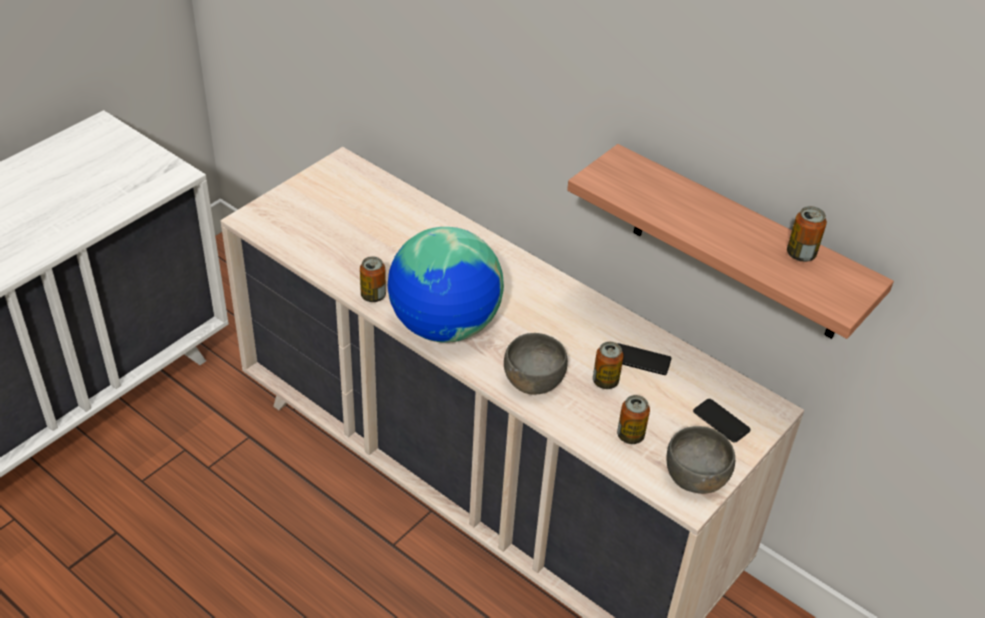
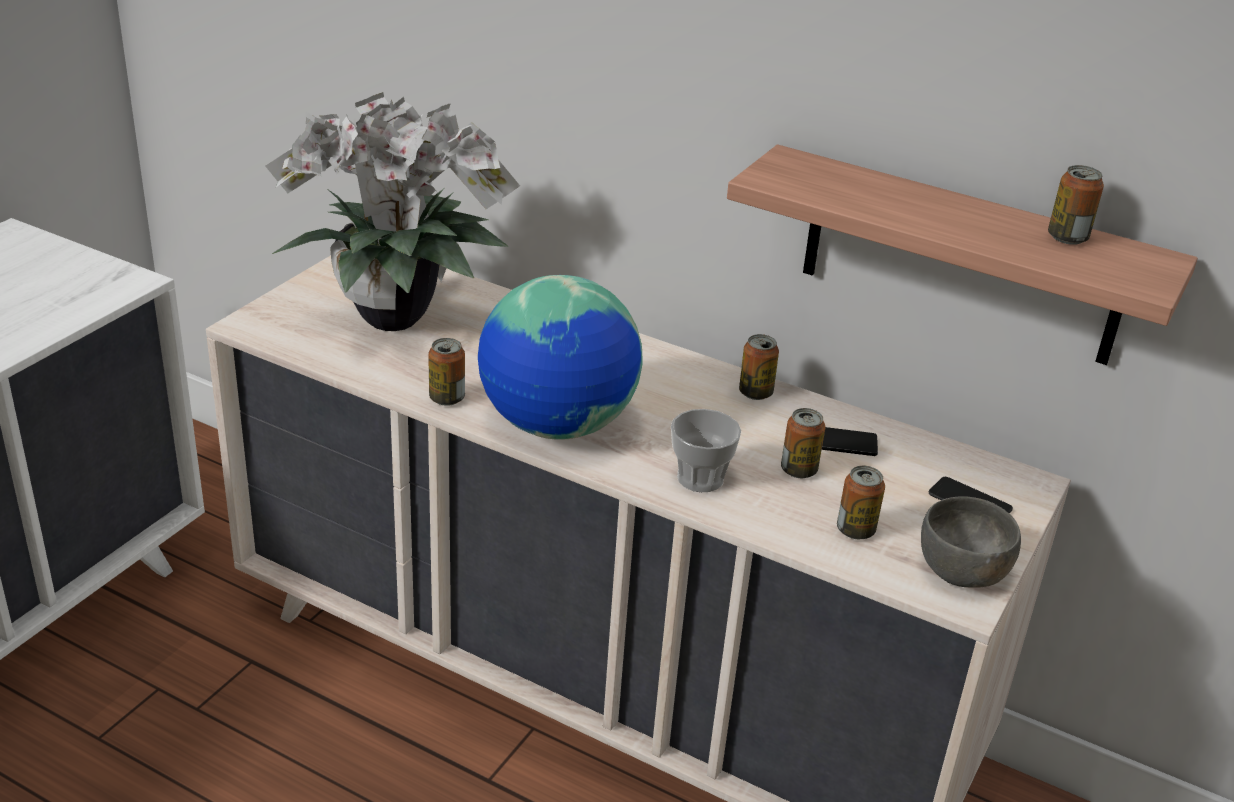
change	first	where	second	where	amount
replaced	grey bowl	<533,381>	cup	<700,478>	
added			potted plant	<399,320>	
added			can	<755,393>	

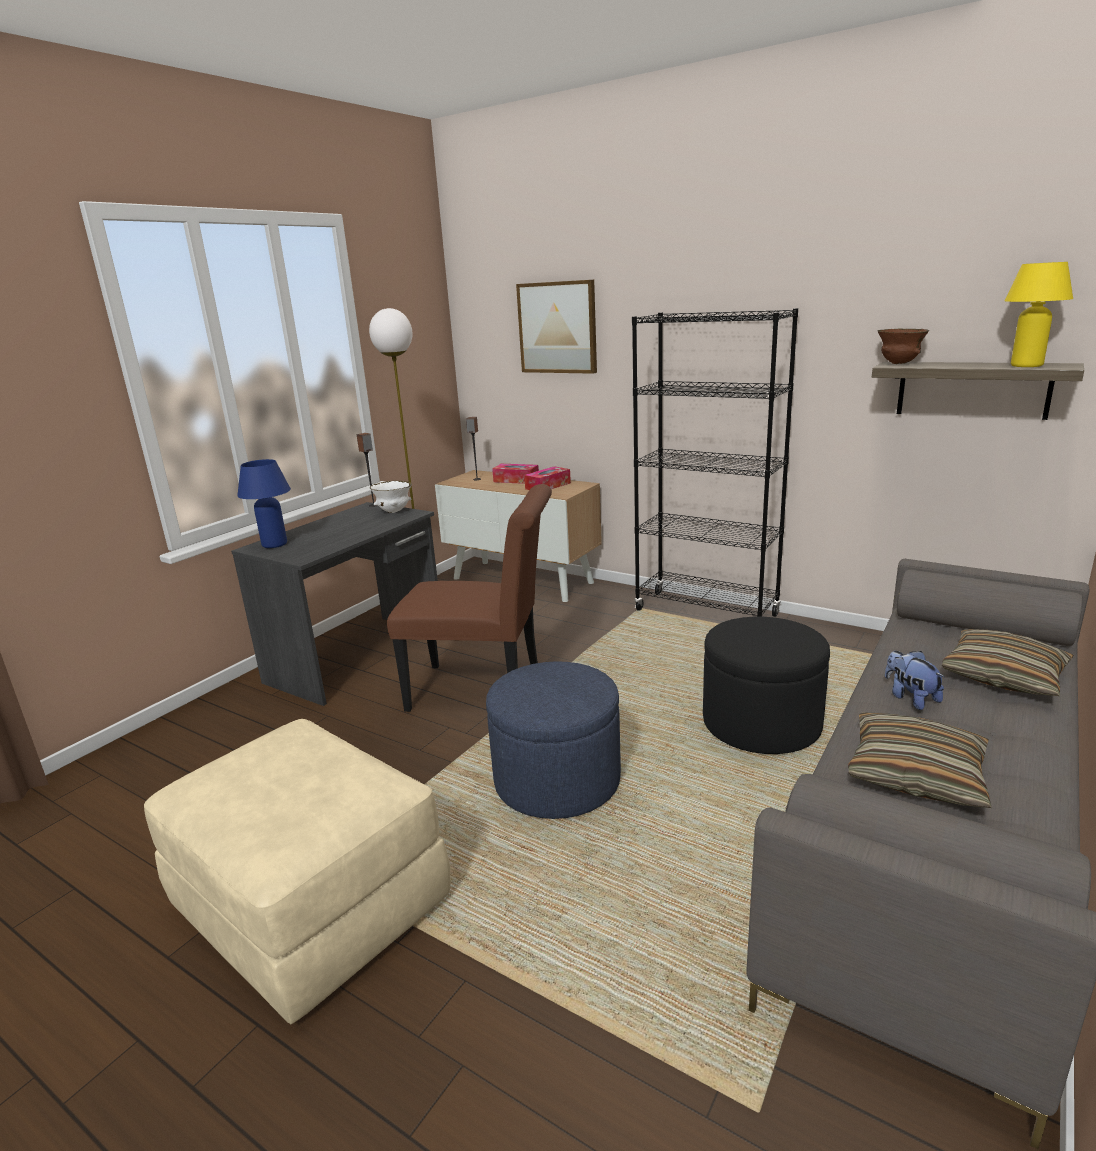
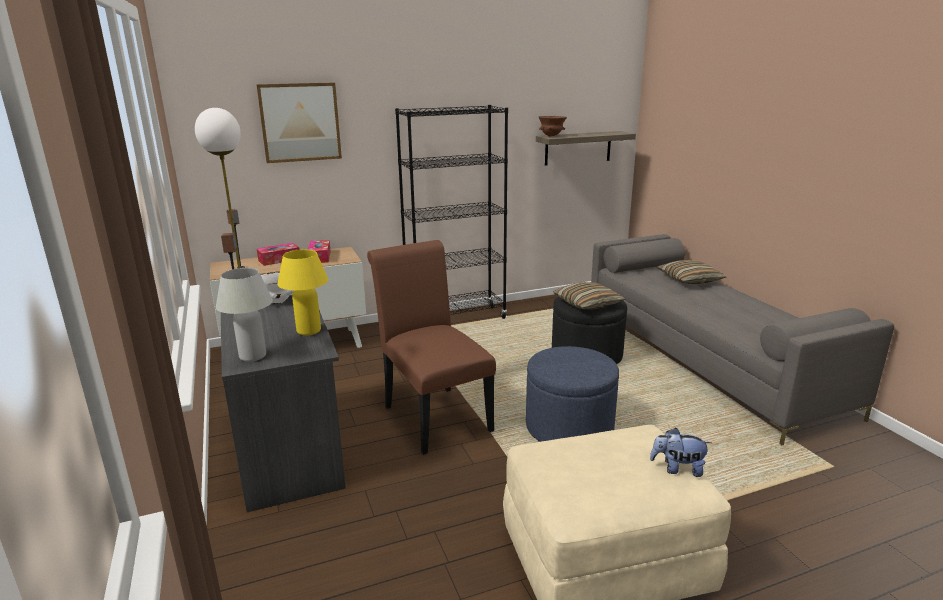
change	first	where	second	where	amount
moved	yellow table lamp	<1026,365>		<308,331>	
recoloured	blue table lamp	<274,544>	white table lamp	<253,356>	
turned	brown chair	<485,690>		<433,415>	75 degrees counterclockwise
moved	plush toy	<910,698>		<677,469>	
moved	pillow	<916,773>		<587,304>	

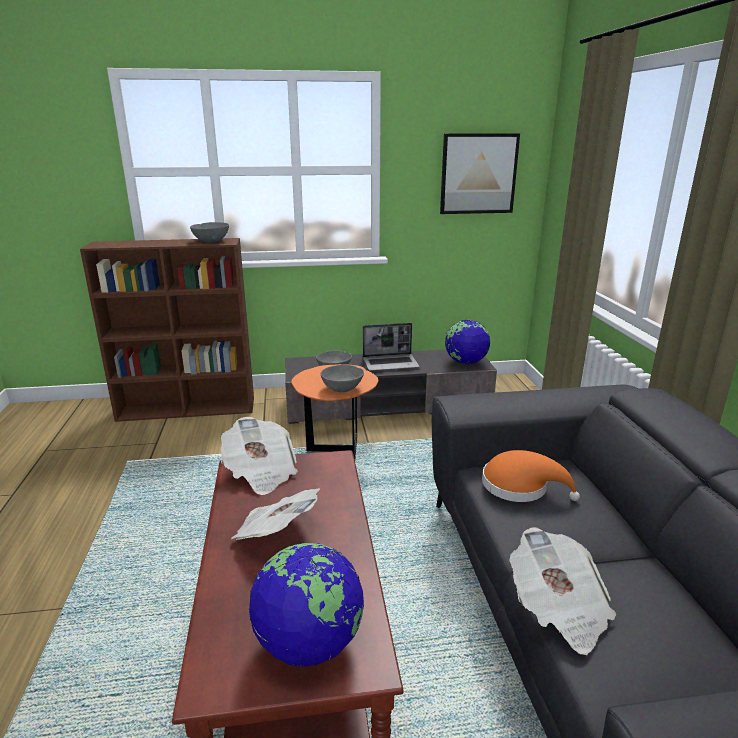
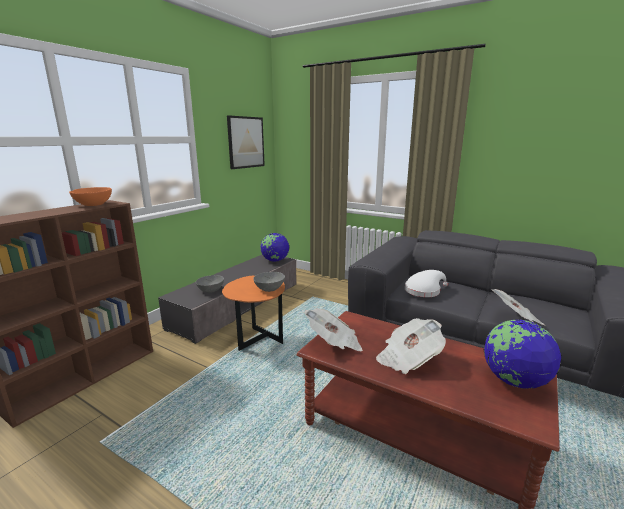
change	first	where	second	where	amount
recoloured	grey bowl	<211,241>	orange bowl	<93,205>	
removed	laptop	<391,363>			
recoloured	orange hat	<520,486>	white hat	<424,290>	

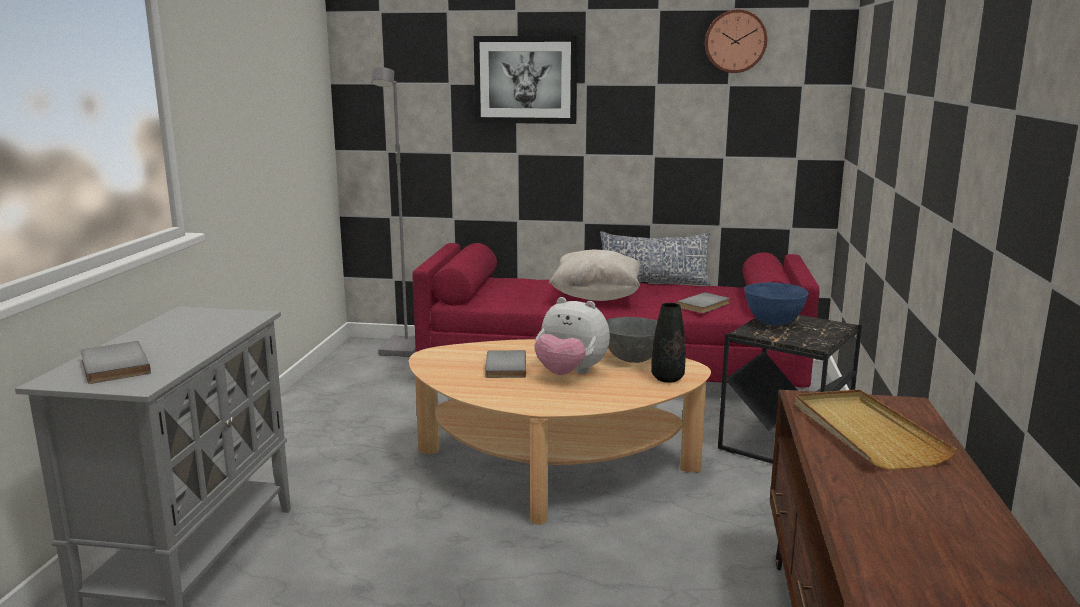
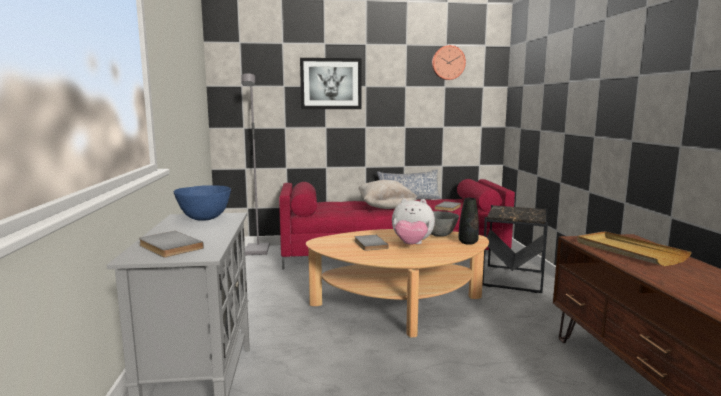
change	first	where	second	where	amount
moved	blue bowl	<773,322>		<205,219>	

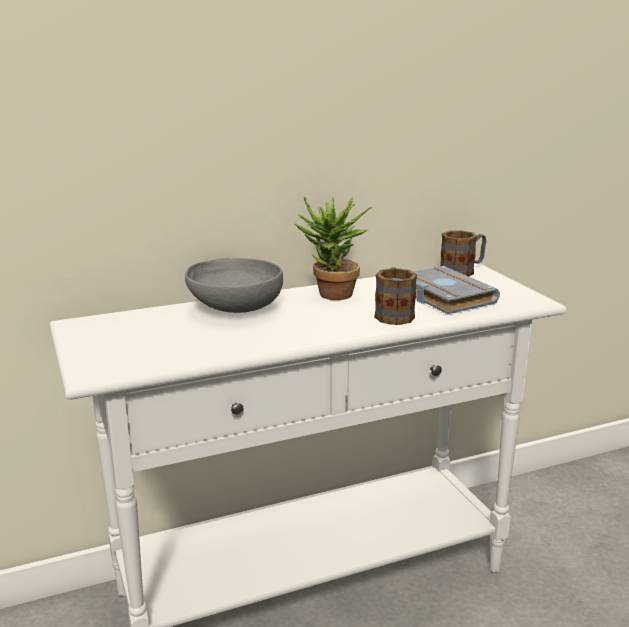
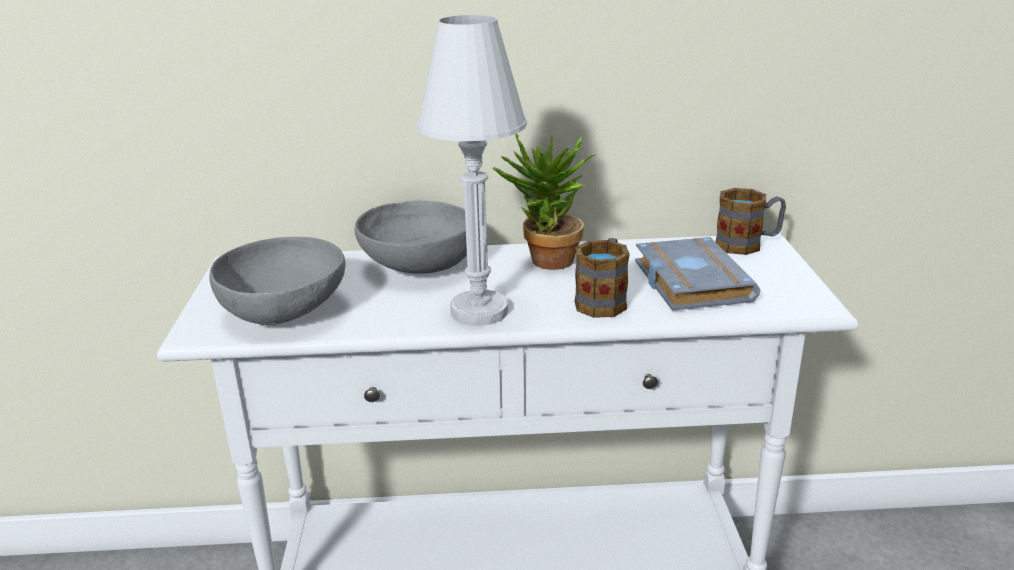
change	first	where	second	where	amount
added			white table lamp	<479,311>	
added			grey bowl	<286,312>	

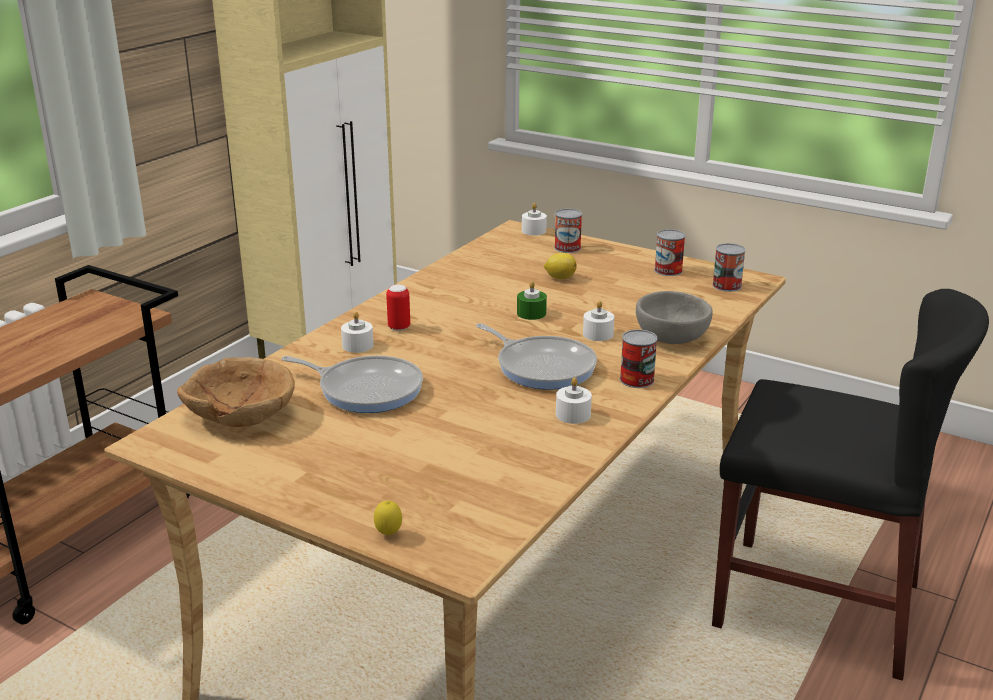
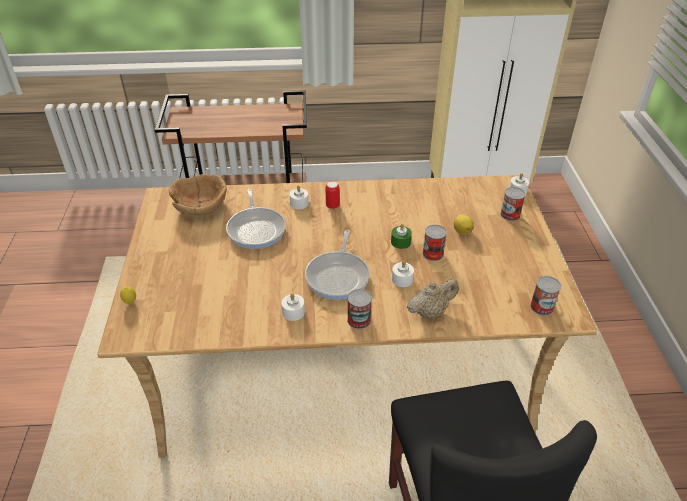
change	first	where	second	where	amount
moved	can	<668,270>		<433,253>	
replaced	grey bowl	<670,337>	beige teapot	<430,311>	

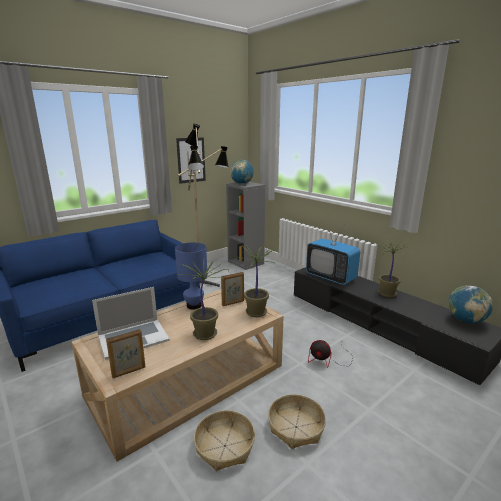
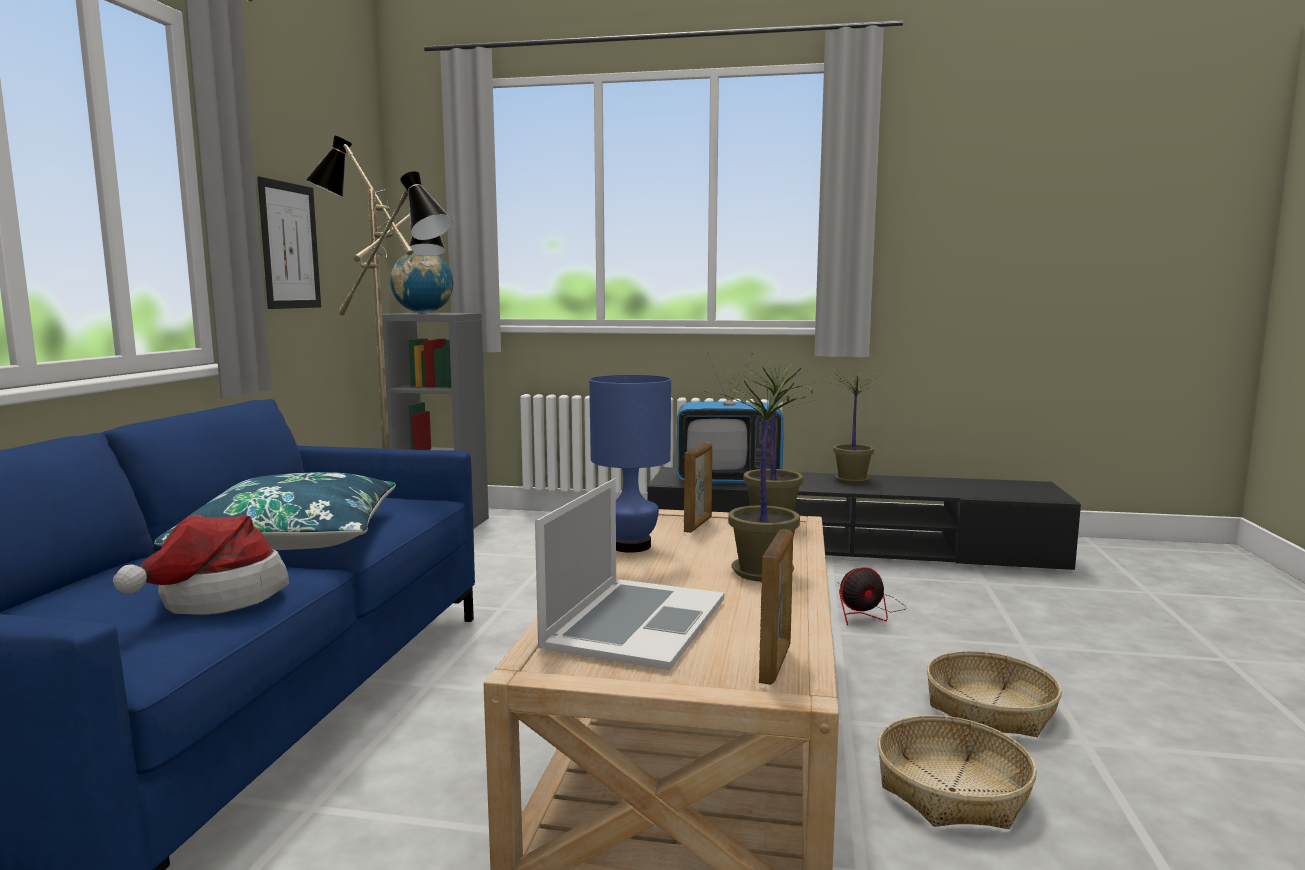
change	first	where	second	where	amount
removed	globe	<465,321>			
added			blue pillow	<292,538>	
added			hat	<214,598>	

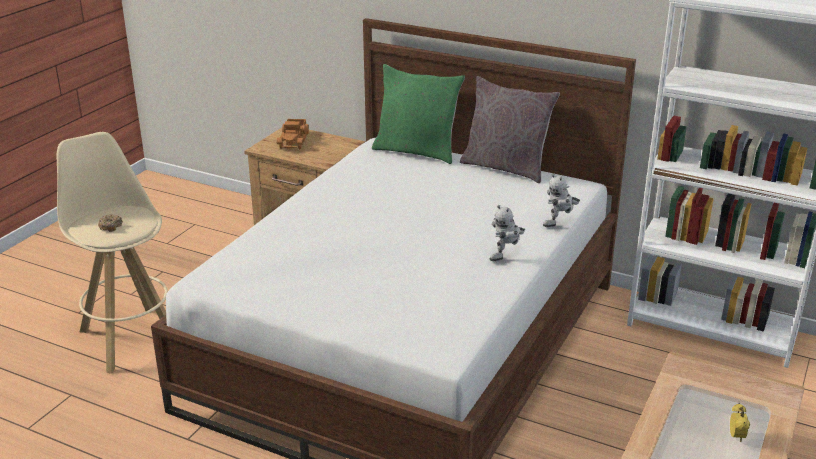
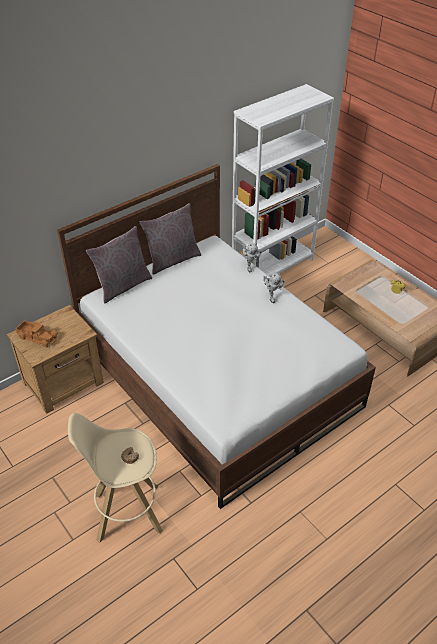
change	first	where	second	where	amount
recoloured	green pillow	<417,151>	grey pillow	<123,286>	

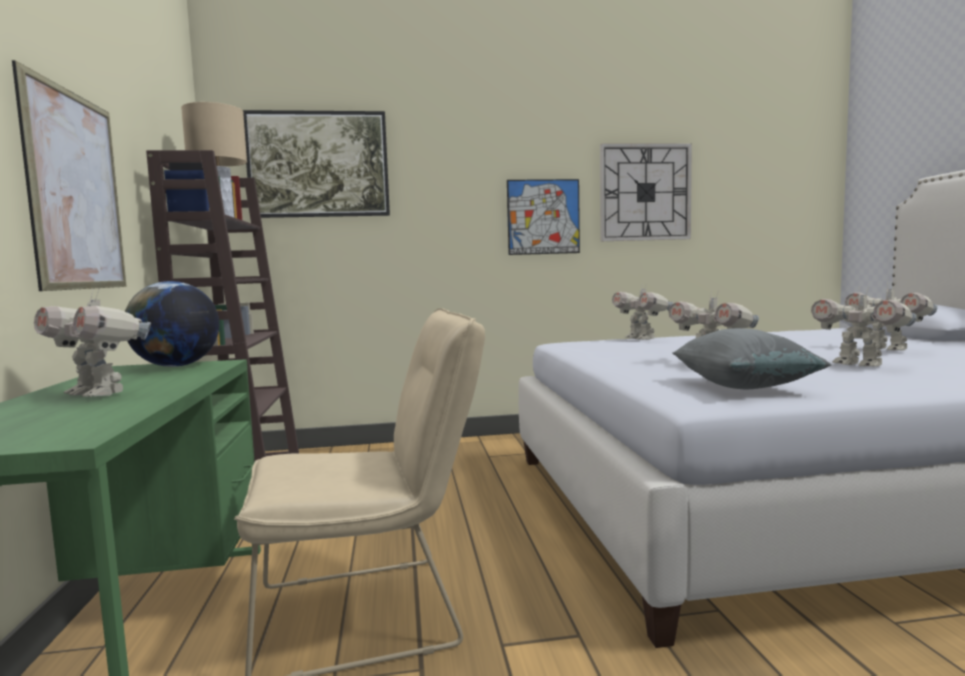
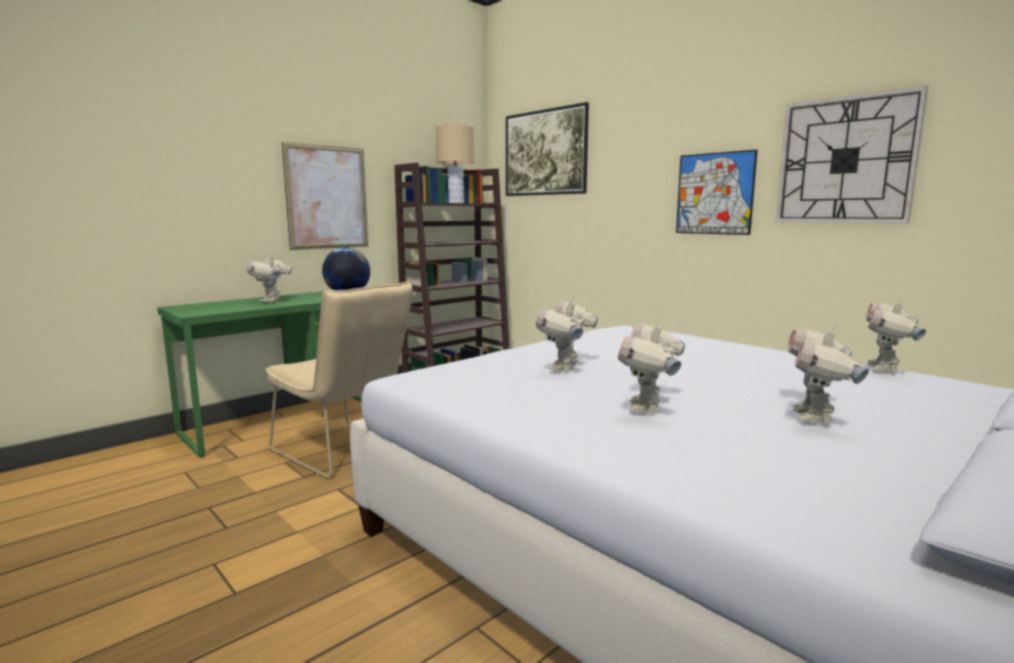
change	first	where	second	where	amount
moved	toy robot	<641,339>		<885,369>	
removed	grey pillow	<743,387>			

